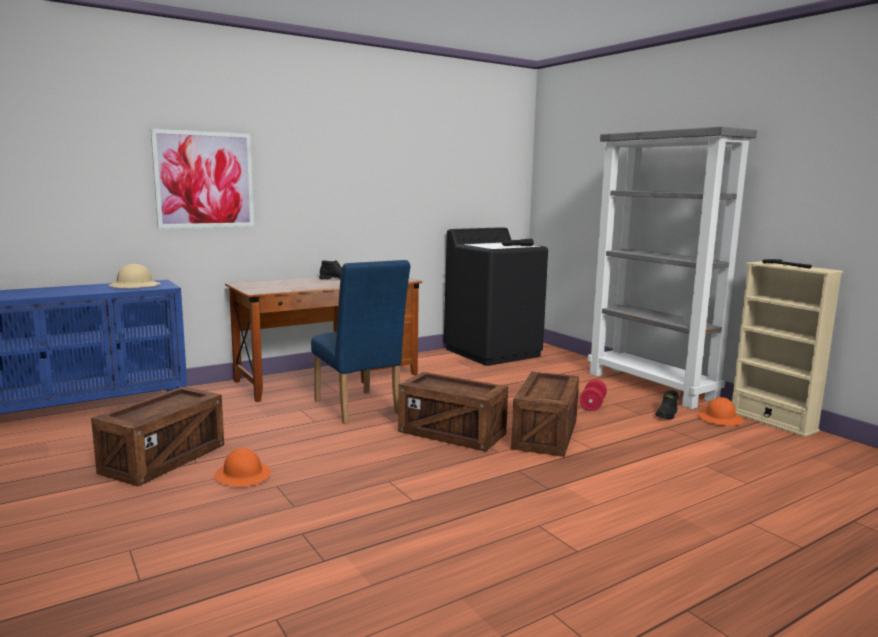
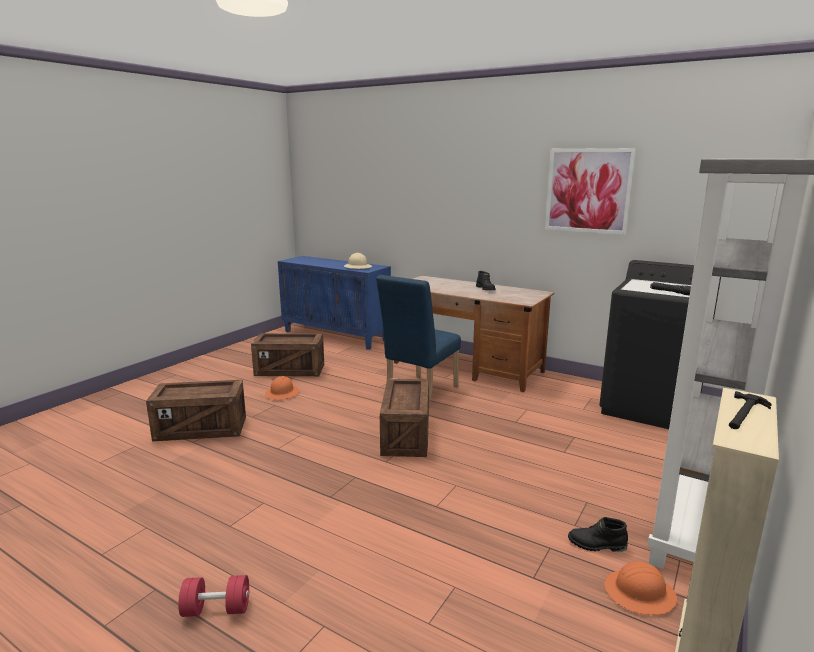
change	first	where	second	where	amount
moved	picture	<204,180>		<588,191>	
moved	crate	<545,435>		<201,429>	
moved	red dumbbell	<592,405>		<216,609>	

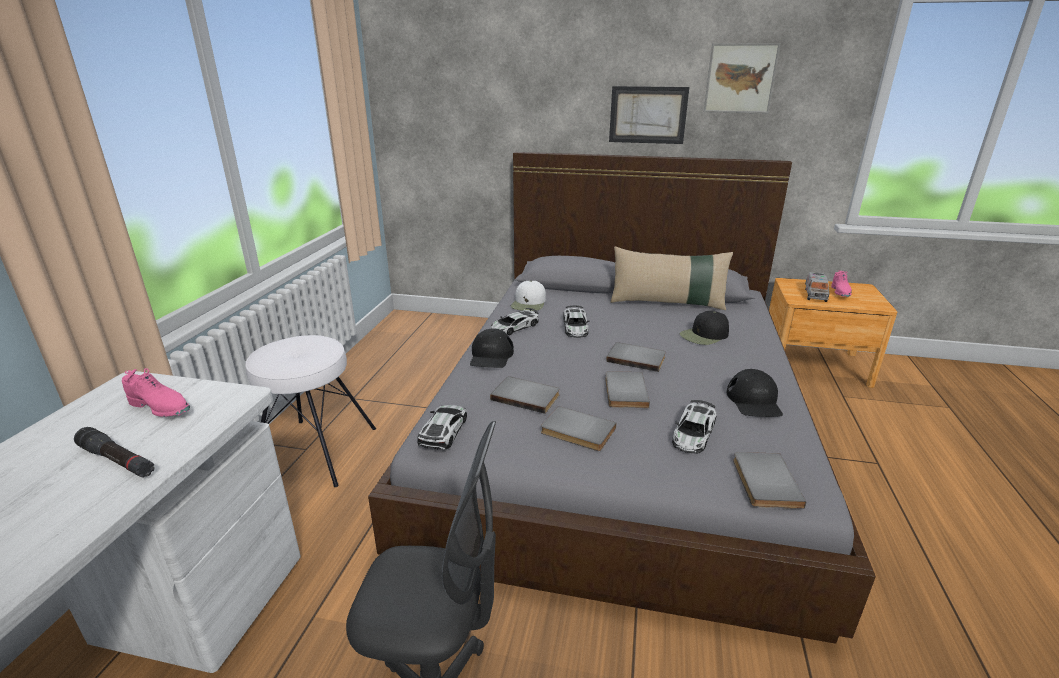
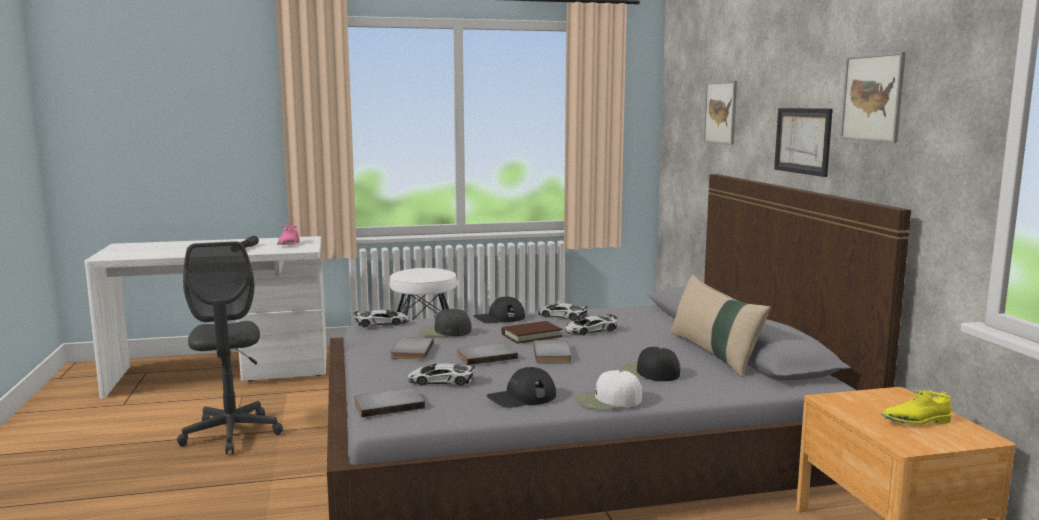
change	first	where	second	where	amount
recoloured	pink shoe	<840,293>	yellow shoe	<916,422>	
removed	toy truck	<815,294>			
moved	white cap	<529,303>		<608,400>	
replaced	grey book	<526,396>	black cap	<444,332>	
added			picture	<720,112>	
added			brown book	<531,335>	

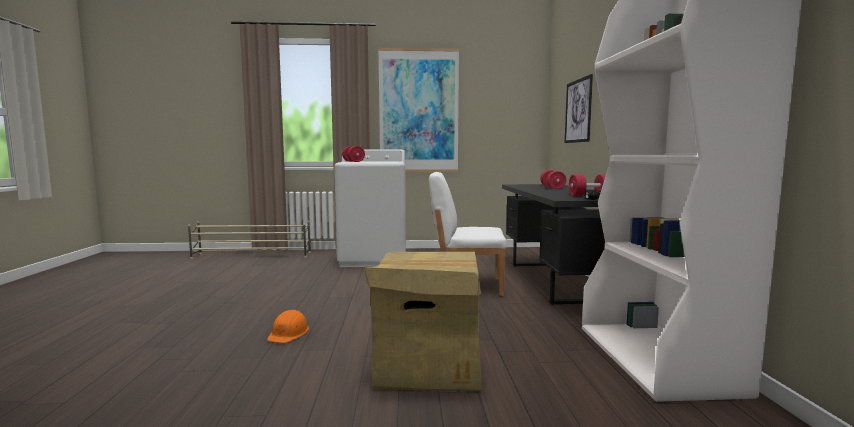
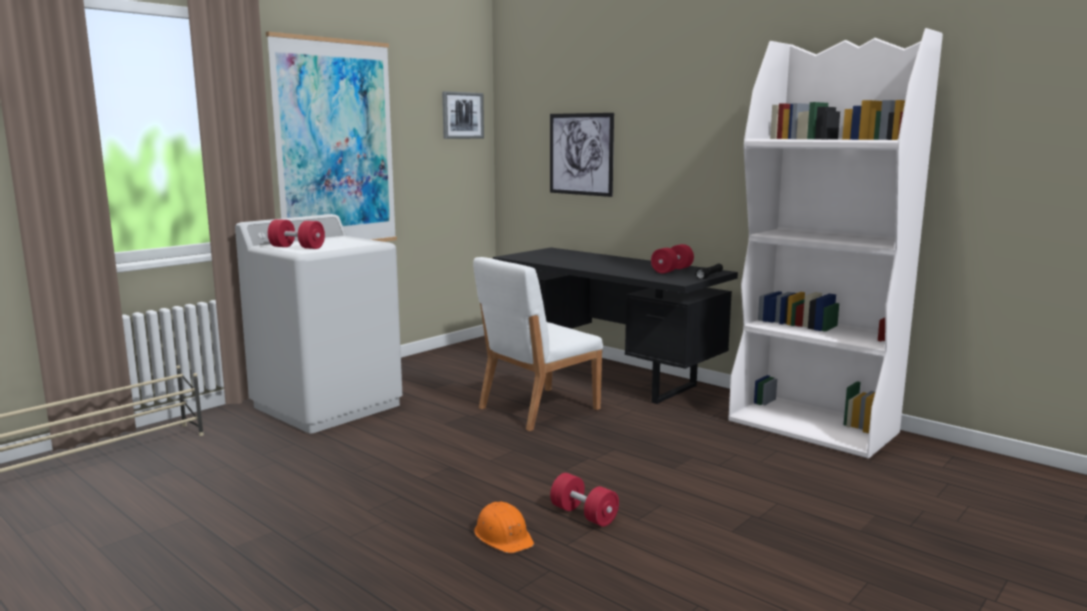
change	first	where	second	where	amount
moved	red dumbbell	<552,187>		<584,515>	
removed	cardboard box	<427,362>			
added			picture	<462,115>	

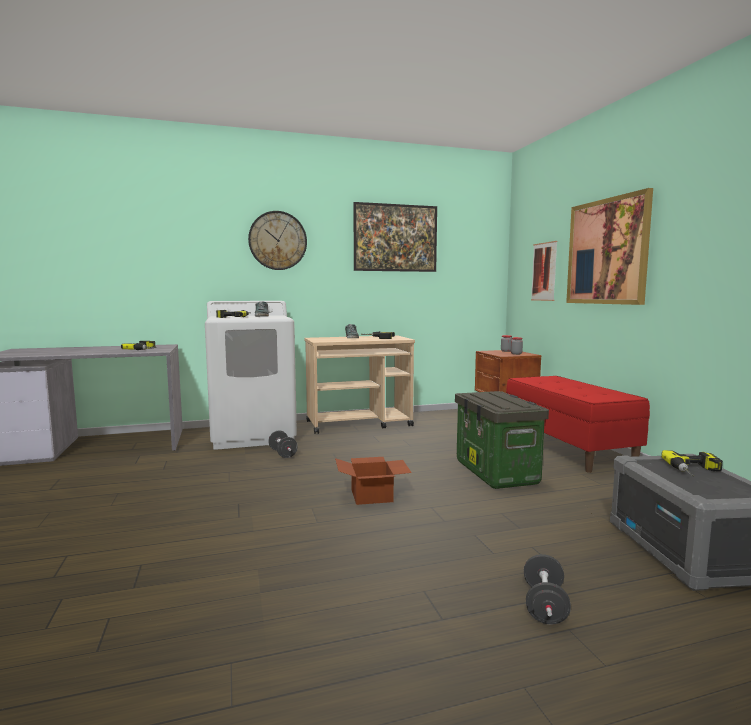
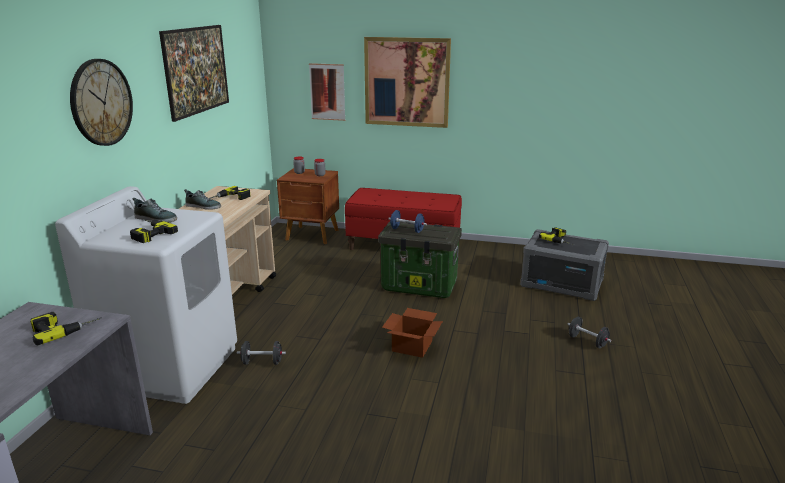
change	first	where	second	where	amount
added			blue dumbbell	<407,230>	

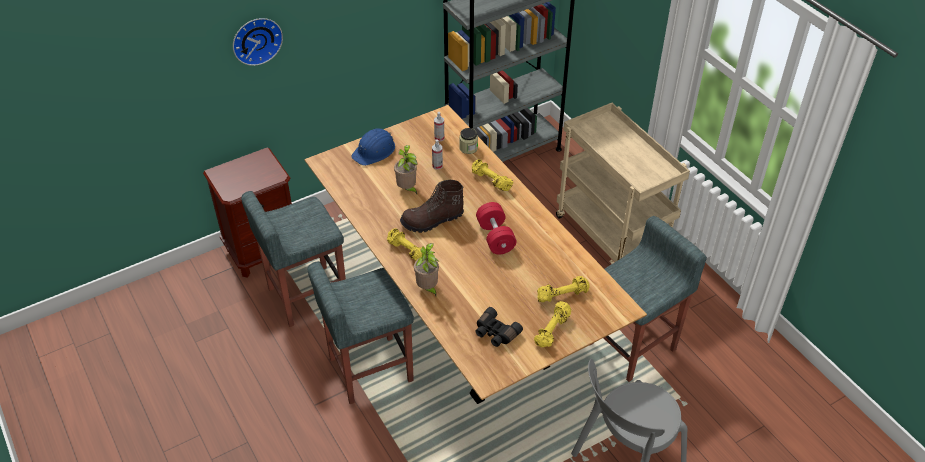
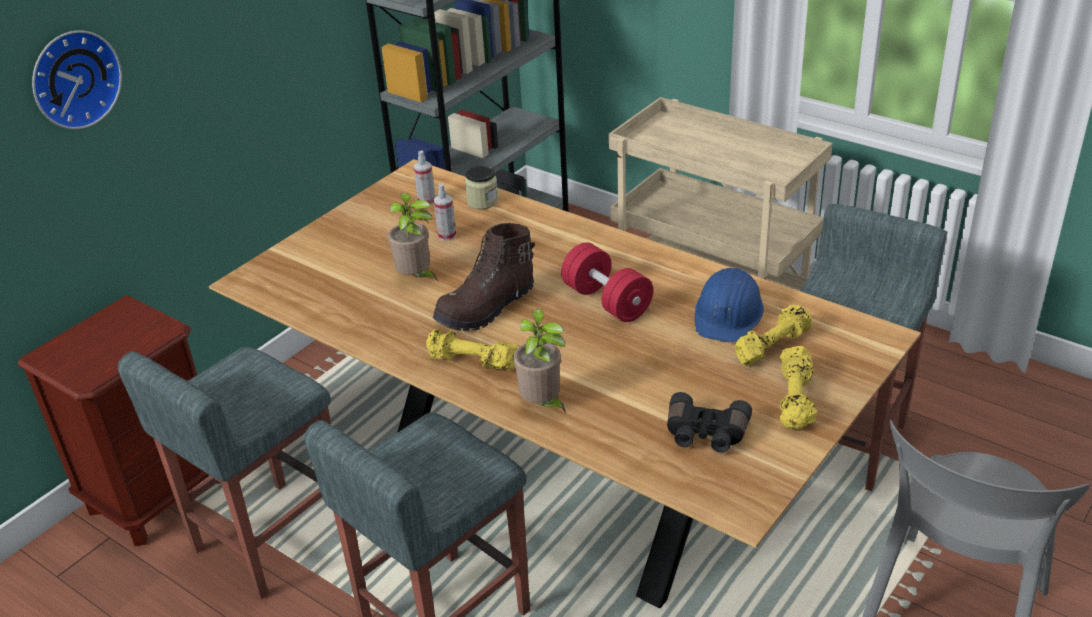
change	first	where	second	where	amount
moved	blue hard hat	<374,151>		<728,314>	
removed	yellow dumbbell	<490,181>			

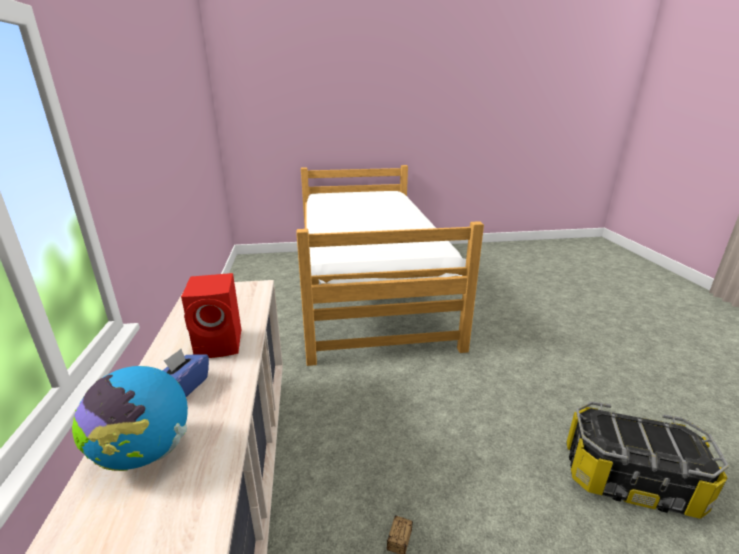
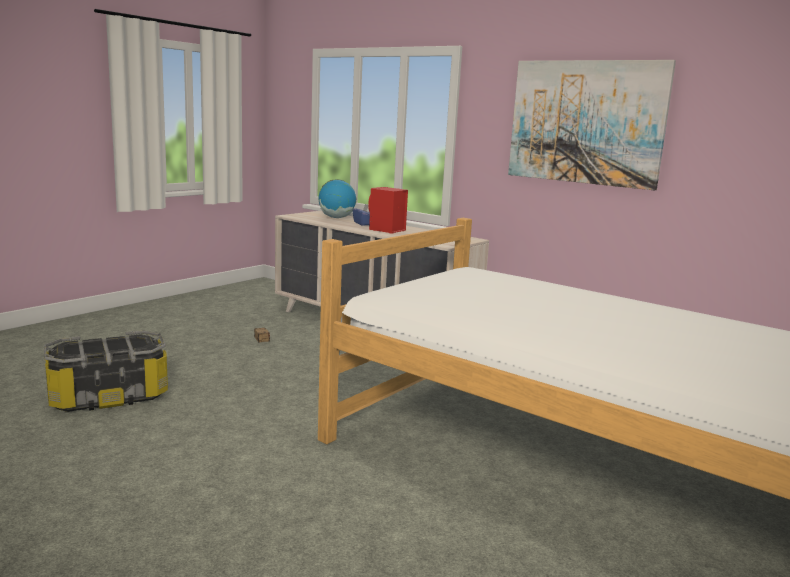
change	first	where	second	where	amount
added			picture	<585,122>	

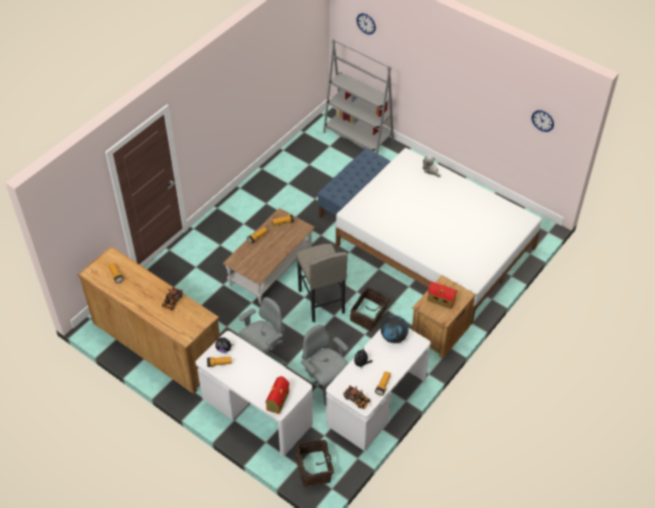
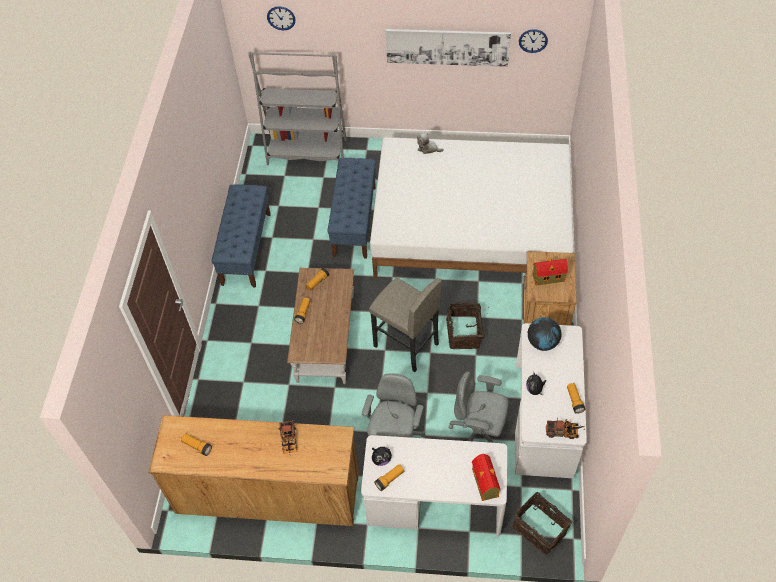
change	first	where	second	where	amount
added			picture	<447,47>	
added			blue bench	<246,248>	

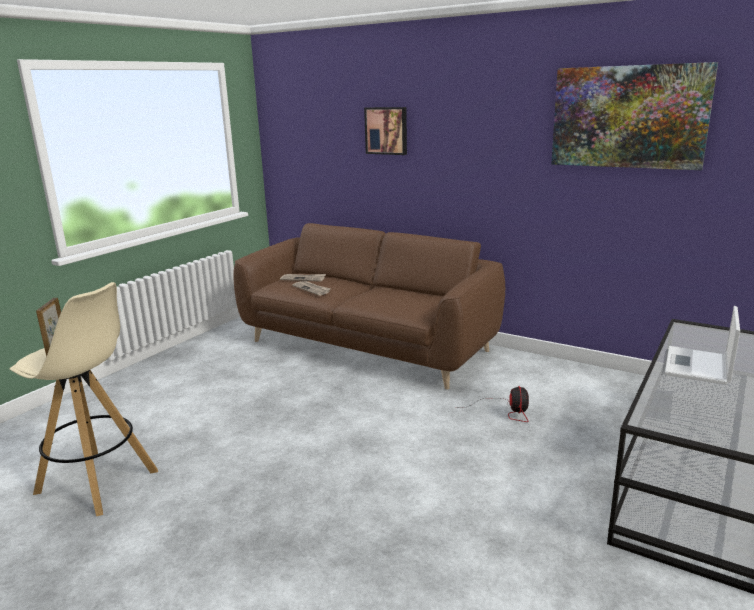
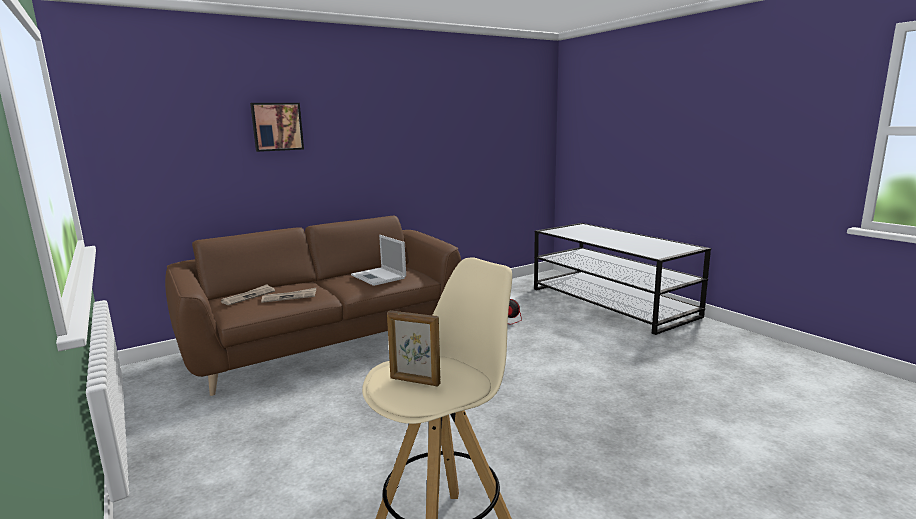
change	first	where	second	where	amount
removed	picture	<628,117>			
moved	laptop	<698,366>		<379,277>	

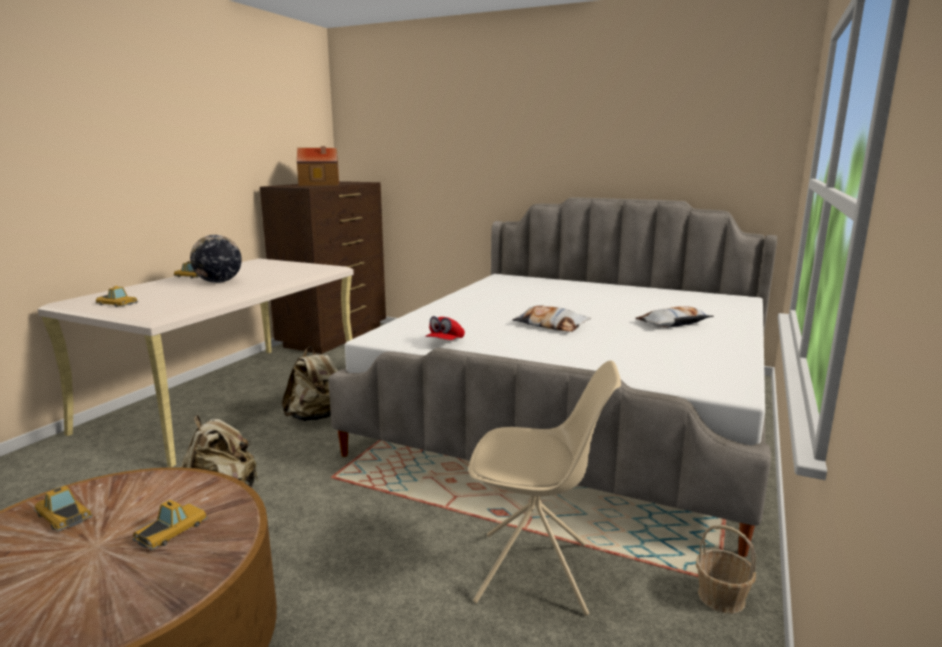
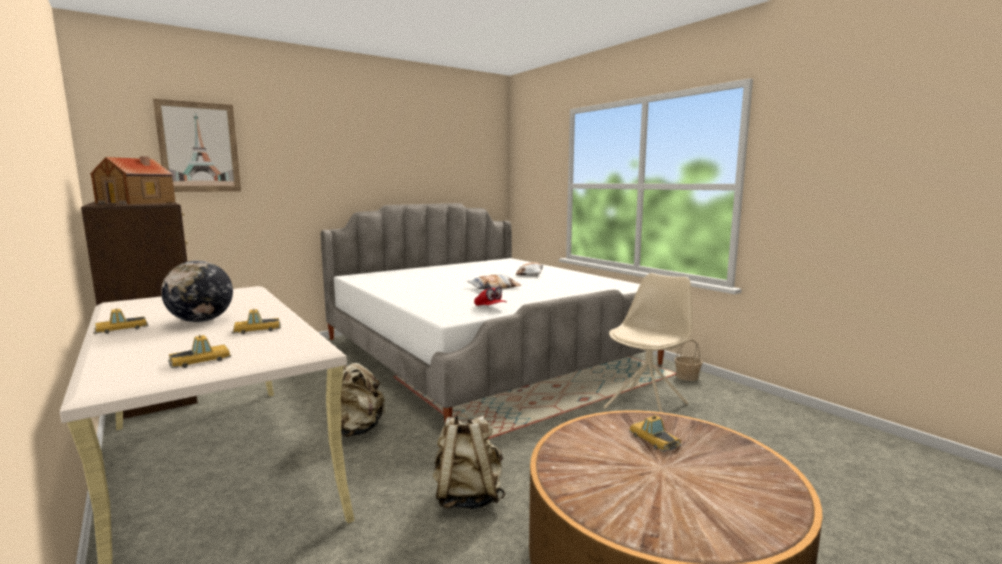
change	first	where	second	where	amount
moved	toy car	<63,515>		<256,329>	
added			picture	<199,147>	

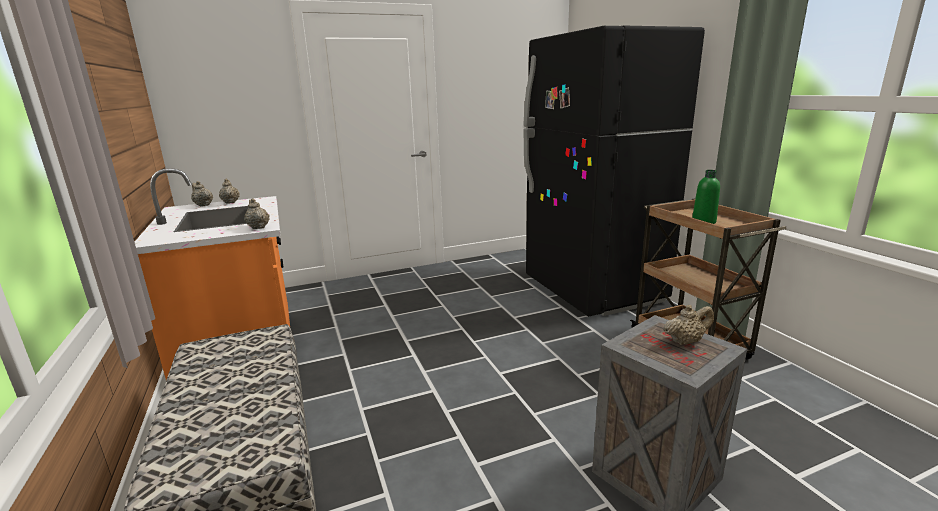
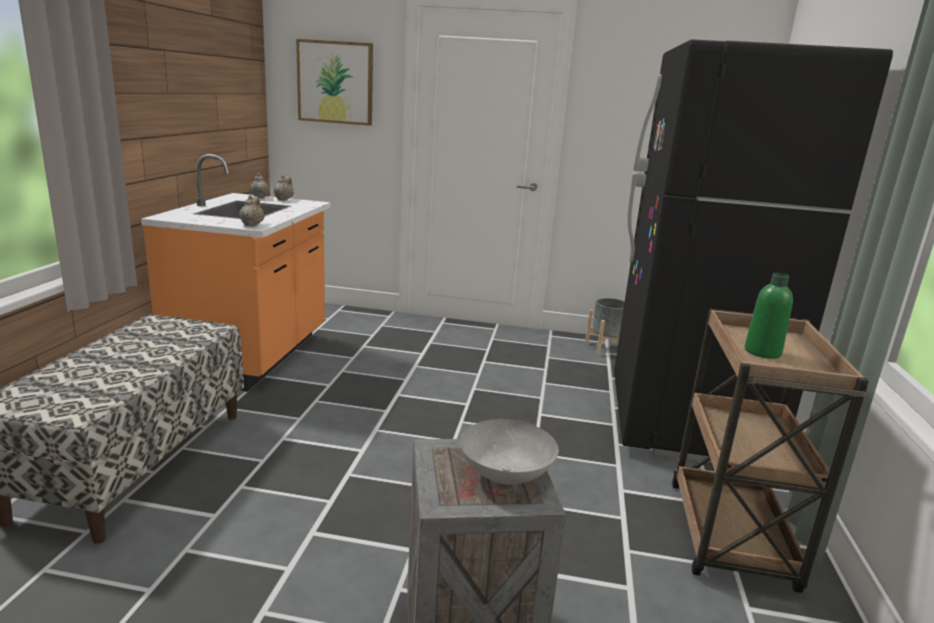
change	first	where	second	where	amount
replaced	beige teapot	<685,341>	grey bowl	<507,475>	
added			picture	<335,82>	
added			grey planter	<606,348>	

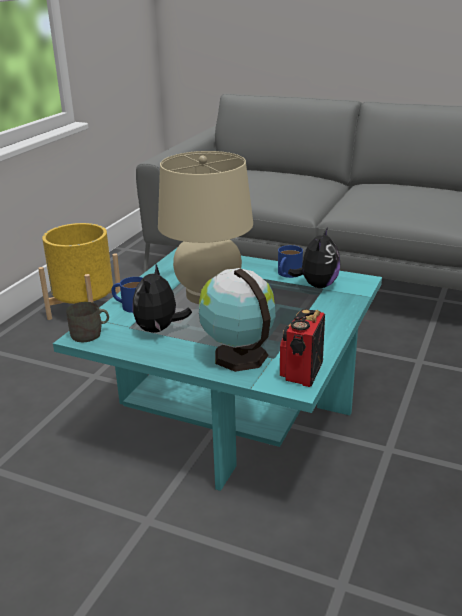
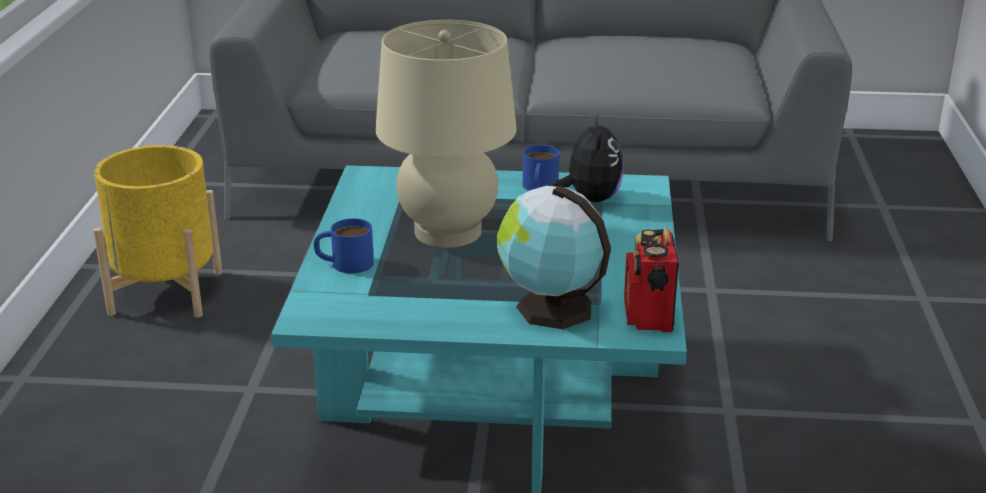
change	first	where	second	where	amount
removed	plush toy	<159,329>			
removed	grey mug	<90,334>			

